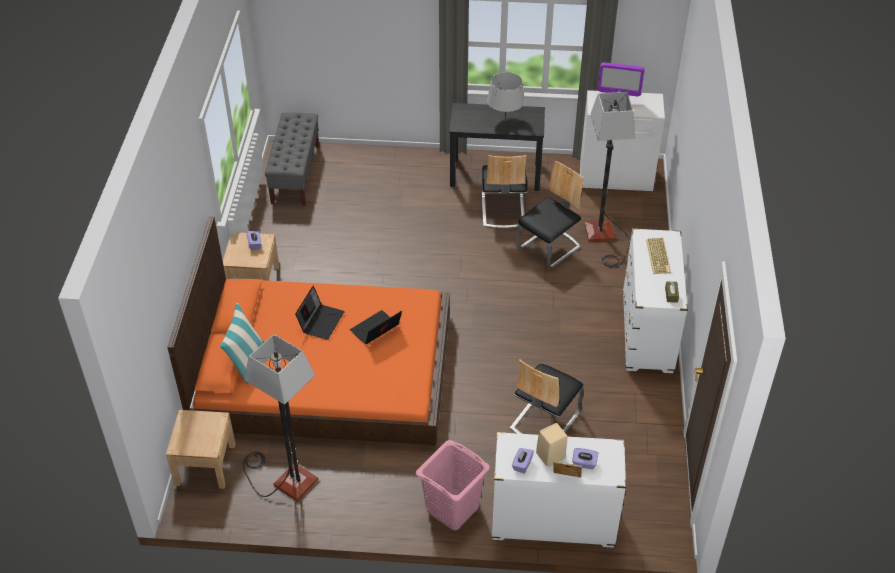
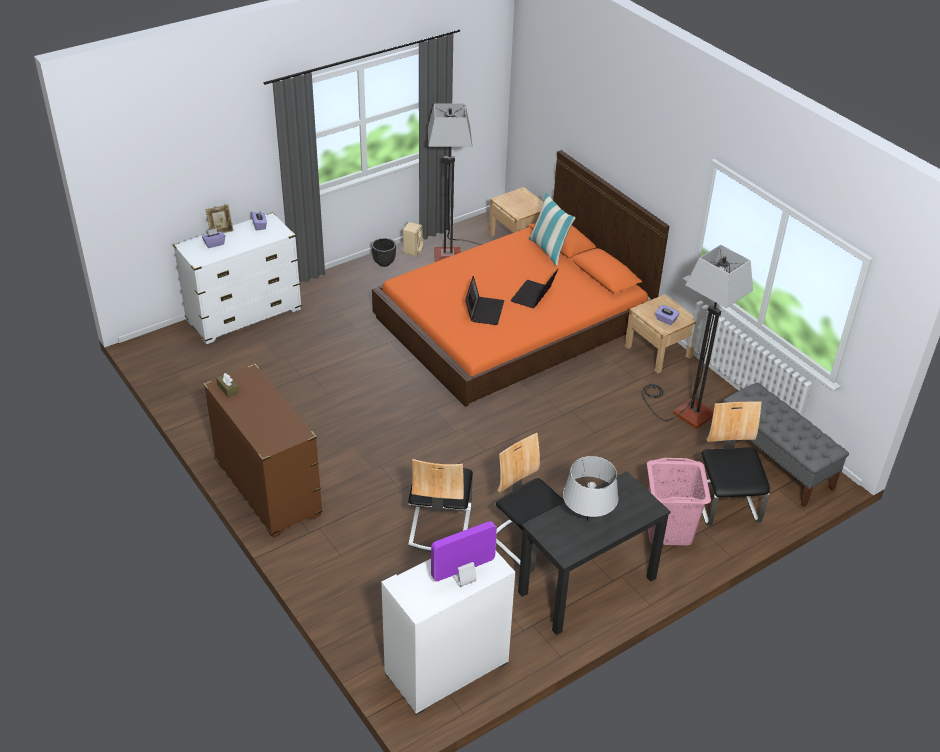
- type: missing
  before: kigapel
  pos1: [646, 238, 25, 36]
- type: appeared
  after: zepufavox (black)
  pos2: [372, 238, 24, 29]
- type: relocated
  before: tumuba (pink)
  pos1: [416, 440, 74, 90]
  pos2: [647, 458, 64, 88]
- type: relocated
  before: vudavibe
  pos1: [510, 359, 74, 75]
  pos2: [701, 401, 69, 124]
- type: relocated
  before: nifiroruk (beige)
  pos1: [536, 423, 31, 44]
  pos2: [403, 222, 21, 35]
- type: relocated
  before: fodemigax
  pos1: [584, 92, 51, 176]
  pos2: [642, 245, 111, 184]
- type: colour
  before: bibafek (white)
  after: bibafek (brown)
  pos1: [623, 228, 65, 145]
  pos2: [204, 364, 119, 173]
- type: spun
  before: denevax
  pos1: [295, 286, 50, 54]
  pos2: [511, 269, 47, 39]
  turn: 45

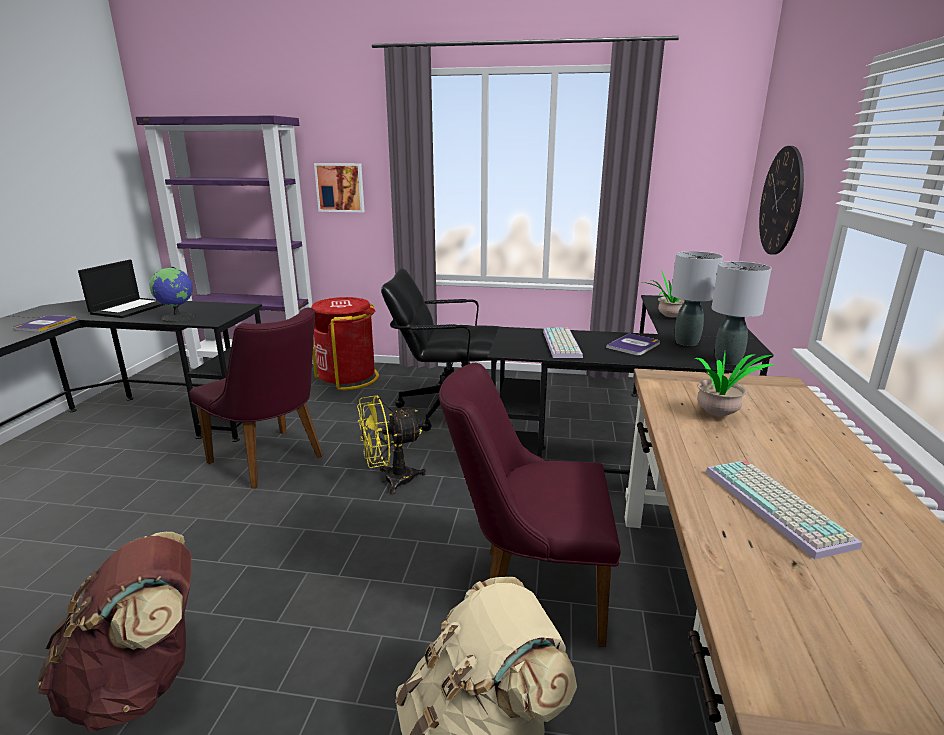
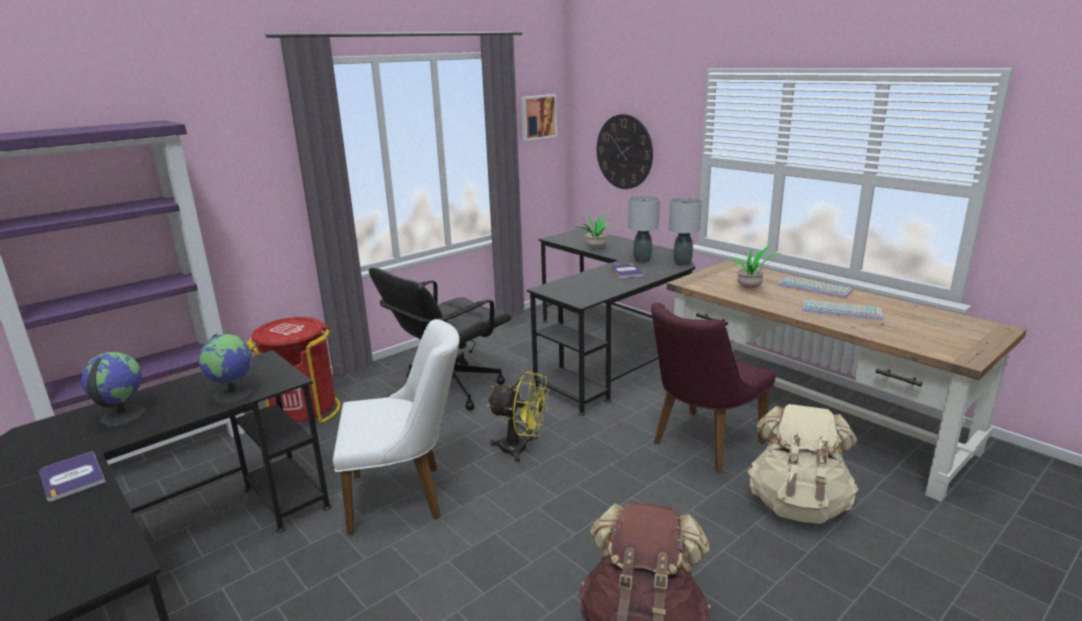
- type: relocated
  before: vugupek
  pos1: [314, 163, 51, 49]
  pos2: [521, 94, 36, 47]
- type: relocated
  before: kigapel
  pos1: [543, 328, 40, 30]
  pos2: [777, 276, 75, 22]
- type: exchanged
  before: denevax
  after: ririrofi
  pos1: [78, 260, 86, 58]
  pos2: [81, 352, 65, 75]
- type: colour
  before: vudavibe (purple)
  after: vudavibe (white)
  pos1: [189, 308, 134, 180]
  pos2: [333, 319, 126, 216]
- type: spun
  before: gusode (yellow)
  pos1: [357, 395, 69, 99]
  pos2: [487, 371, 62, 91]
  turn: -90

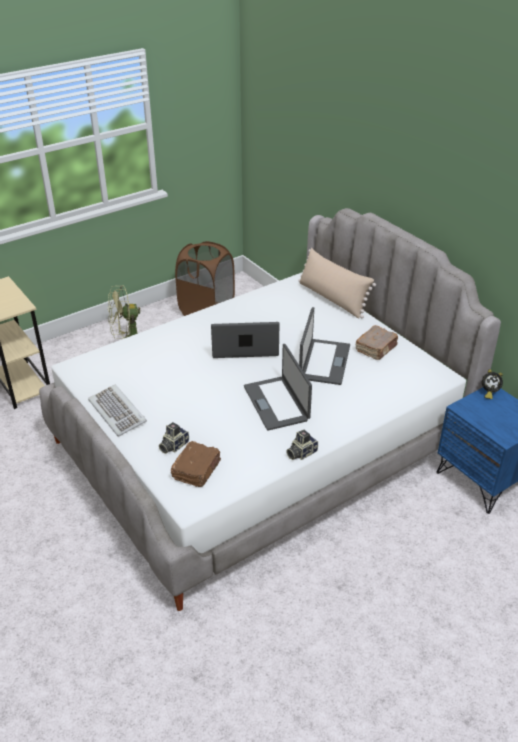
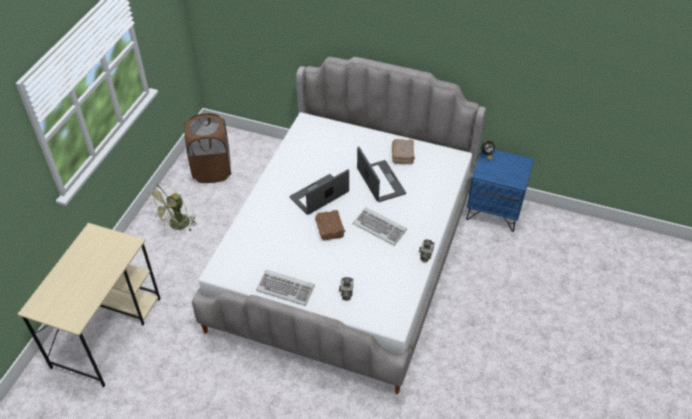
- type: missing
  before: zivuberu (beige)
  pos1: [298, 248, 78, 70]
- type: relocated
  before: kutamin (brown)
  pos1: [171, 441, 50, 46]
  pos2: [315, 210, 30, 31]
- type: exchanged
  before: denevax
  after: kigapel
  pos1: [244, 344, 68, 87]
  pos2: [353, 207, 54, 39]

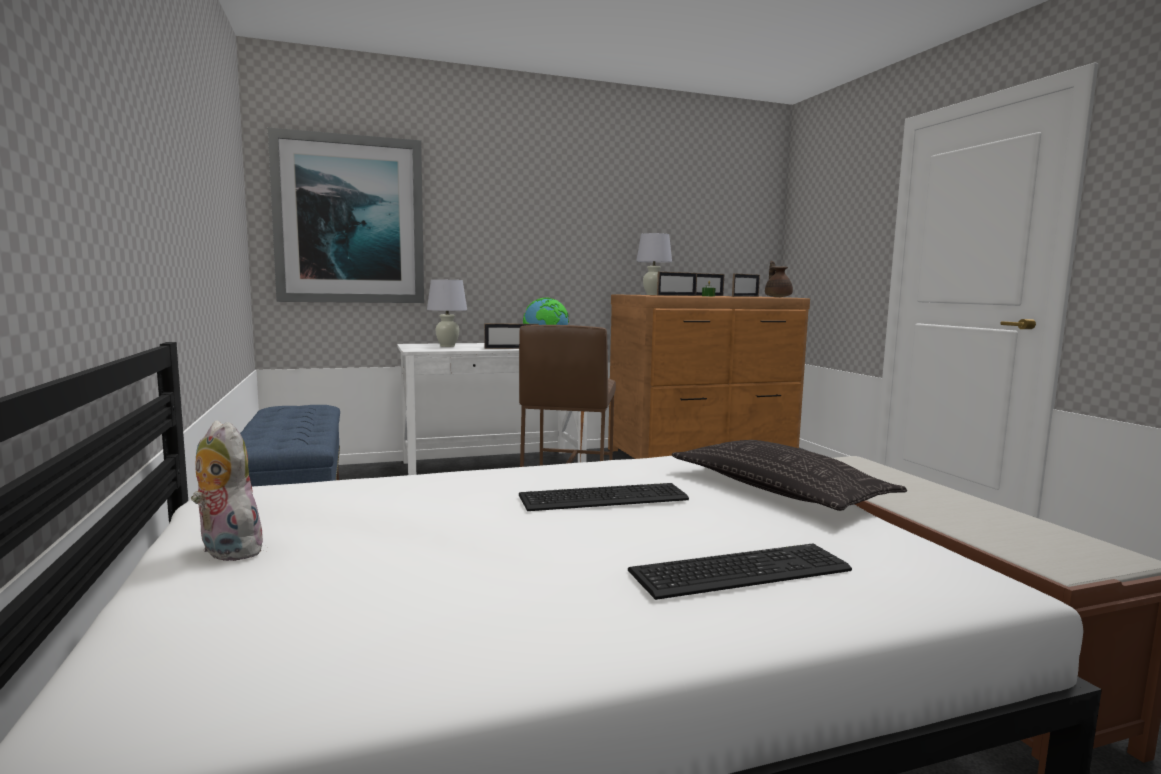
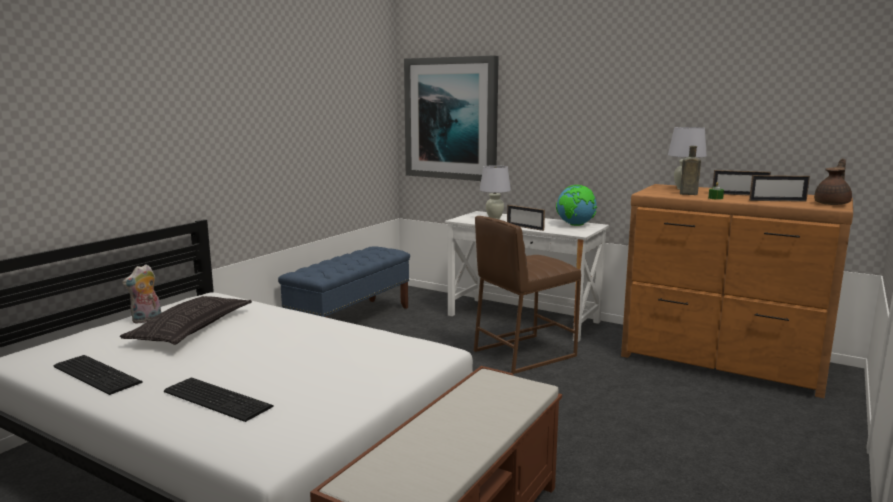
- type: relocated
  before: kigapel
  pos1: [519, 483, 170, 28]
  pos2: [54, 355, 89, 40]
- type: relocated
  before: zivuberu
  pos1: [672, 440, 235, 71]
  pos2: [119, 296, 133, 49]
- type: exchanged
  before: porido
  after: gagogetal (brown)
  pos1: [657, 272, 40, 24]
  pos2: [680, 146, 21, 49]
- type: spun
  before: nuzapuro
  pos1: [191, 420, 72, 141]
  pos2: [123, 264, 38, 60]
  turn: -135

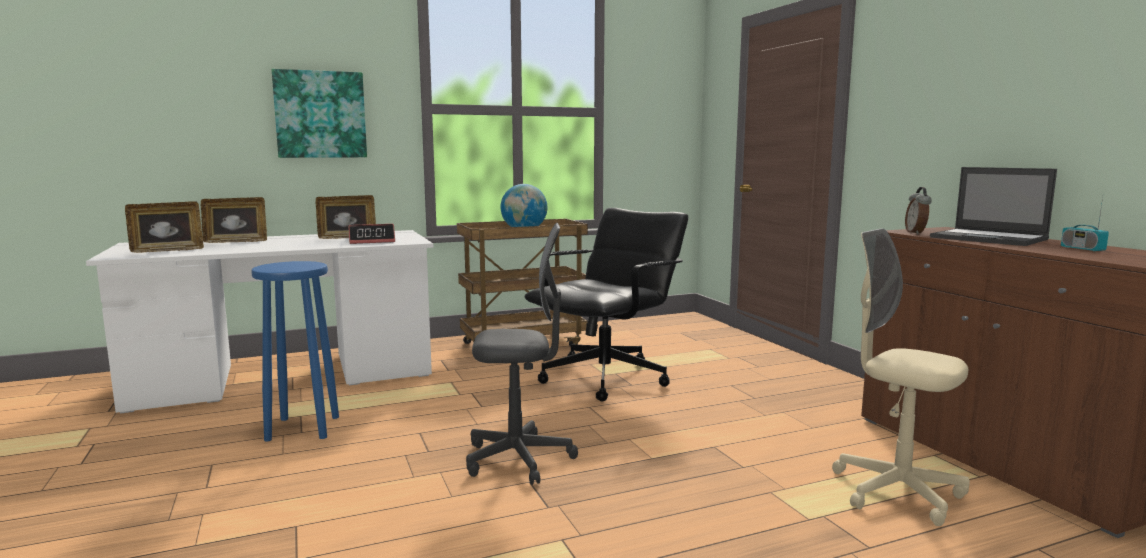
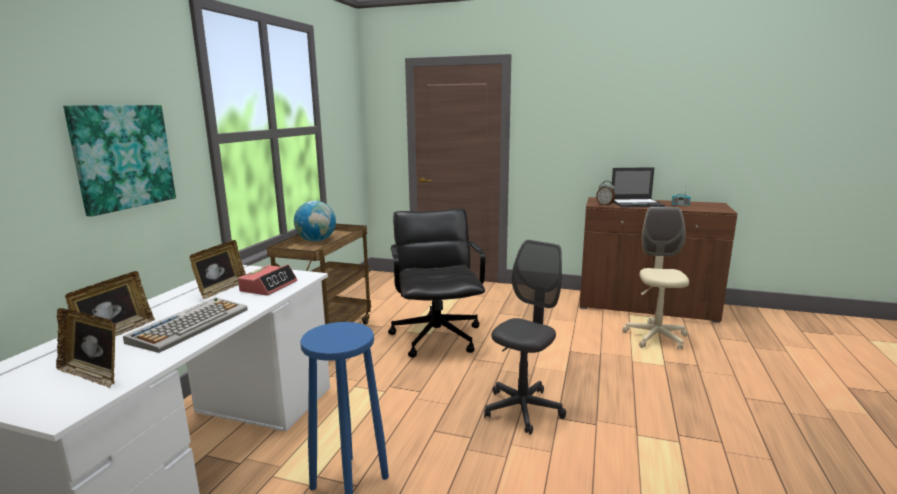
- type: appeared
  after: kigapel
  pos2: [123, 297, 125, 56]
- type: spun
  before: porido
  pos1: [125, 201, 79, 52]
  pos2: [56, 308, 60, 80]
  turn: 105
- type: spun
  before: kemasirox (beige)
  pos1: [832, 228, 138, 298]
  pos2: [622, 206, 67, 144]
  turn: 105

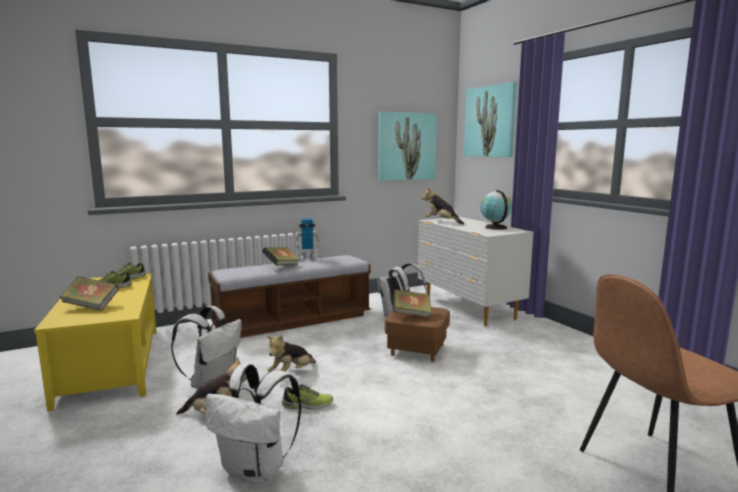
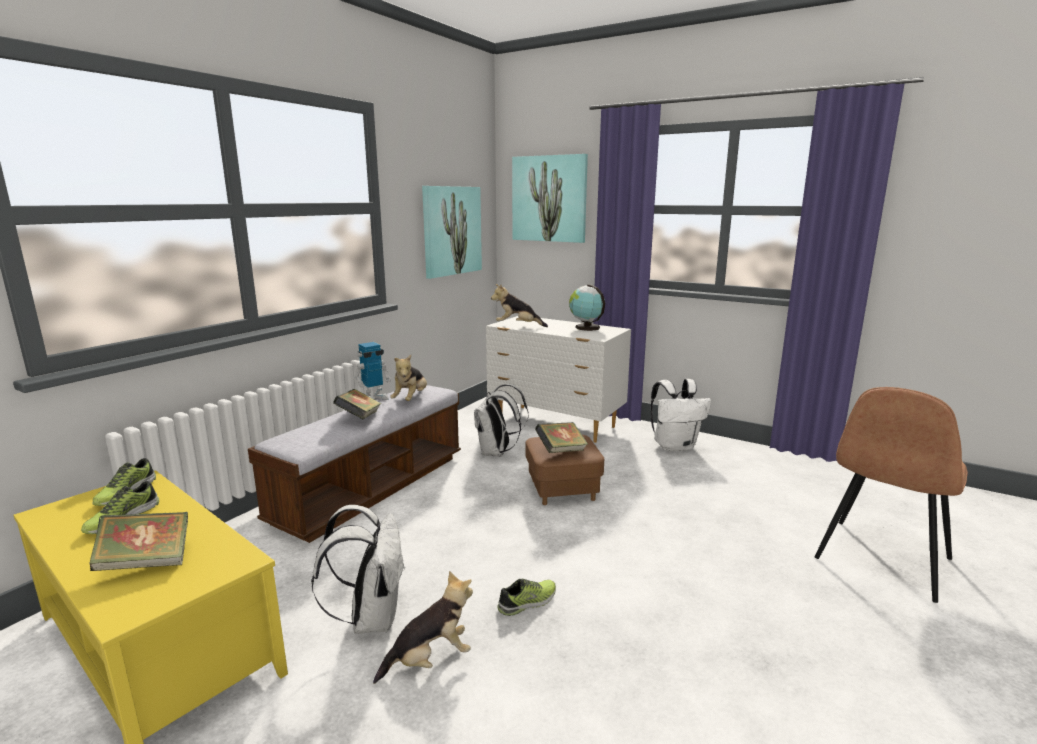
- type: relocated
  before: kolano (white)
  pos1: [205, 364, 96, 120]
  pos2: [651, 379, 60, 73]
- type: relocated
  before: nuzapuro
  pos1: [267, 335, 49, 36]
  pos2: [390, 355, 37, 46]

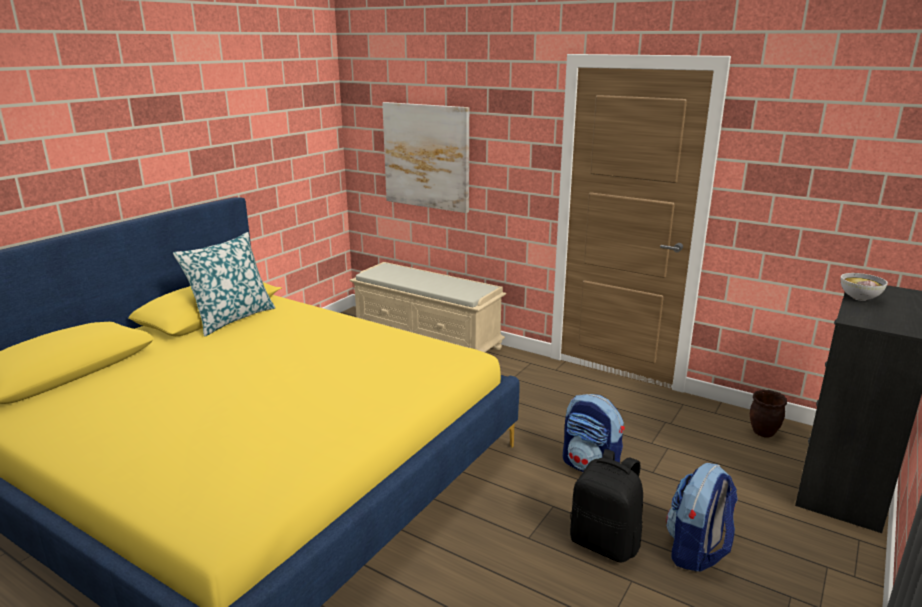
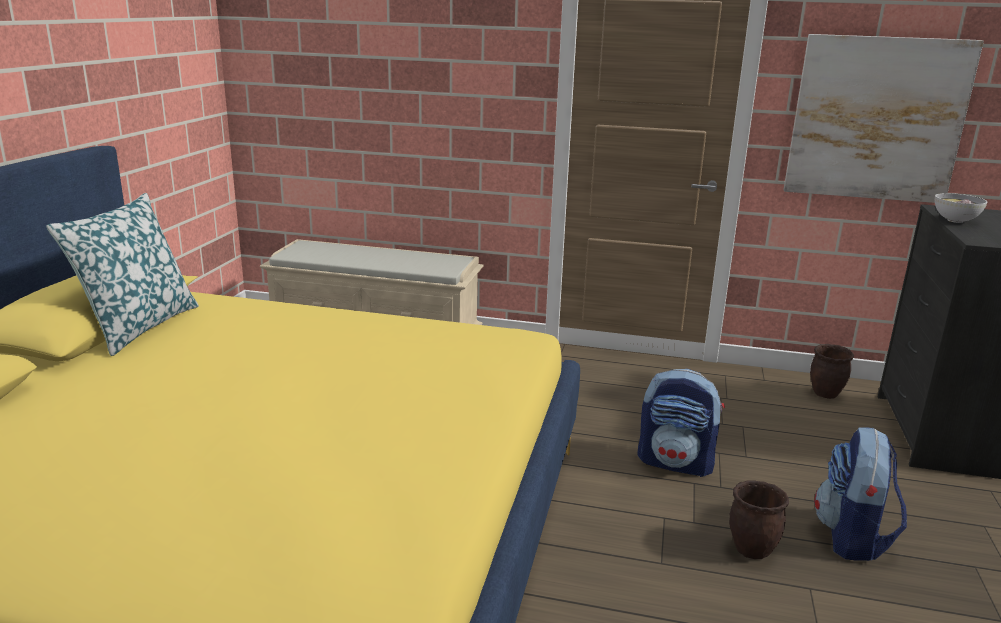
- type: relocated
  before: vugupek
  pos1: [382, 102, 87, 111]
  pos2: [783, 34, 201, 169]
- type: exchanged
  before: kolano (black)
  after: zepufavox (brown)
  pos1: [570, 449, 73, 114]
  pos2: [729, 480, 60, 79]

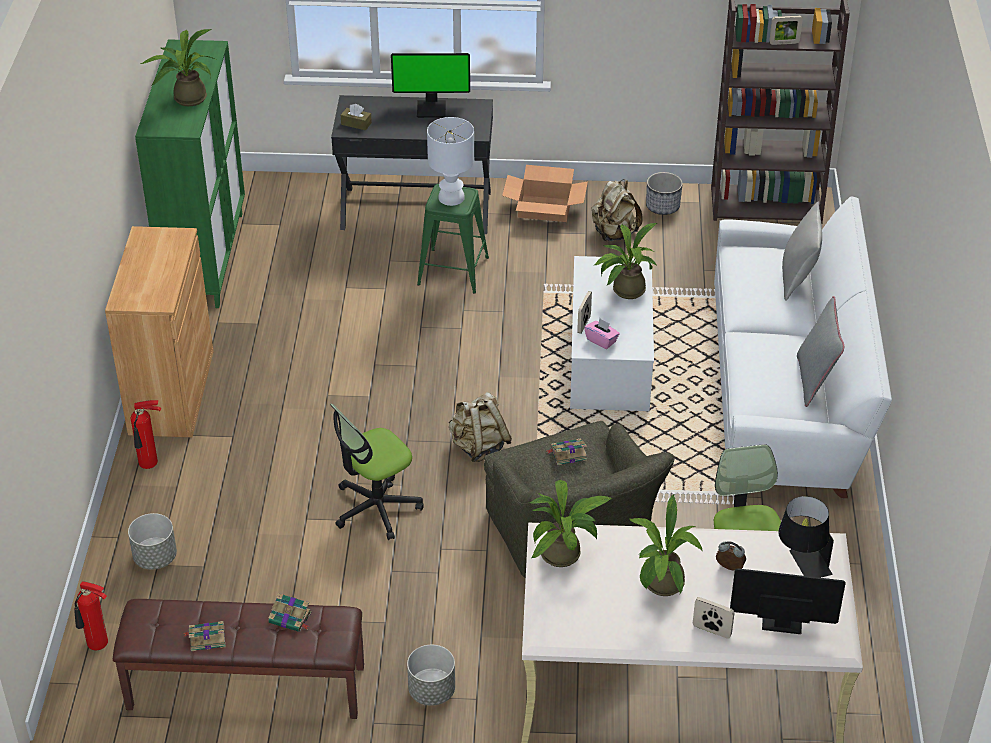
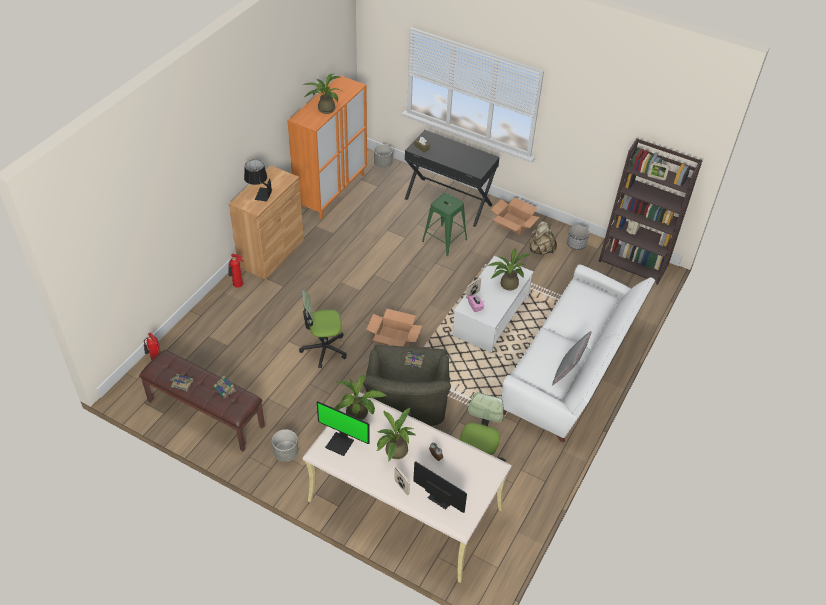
- type: missing
  before: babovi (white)
  pos1: [427, 117, 47, 89]
- type: missing
  before: zivuberu (grey)
  pos1: [782, 201, 40, 100]
- type: relocated
  before: zepufavox (grey)
  pos1: [128, 513, 49, 56]
  pos2: [374, 144, 19, 24]
- type: relocated
  before: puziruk
  pos1: [391, 53, 79, 65]
  pos2: [317, 402, 53, 54]
- type: relocated
  before: babovi (black)
  pos1: [778, 496, 56, 82]
  pos2: [244, 160, 28, 41]
- type: exchanged
  before: kolano (beige)
  after: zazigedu
  pos1: [449, 392, 63, 70]
  pos2: [366, 309, 56, 38]
- type: colour
  before: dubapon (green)
  after: dubapon (orange)
  pos1: [135, 39, 110, 269]
  pos2: [288, 75, 79, 144]

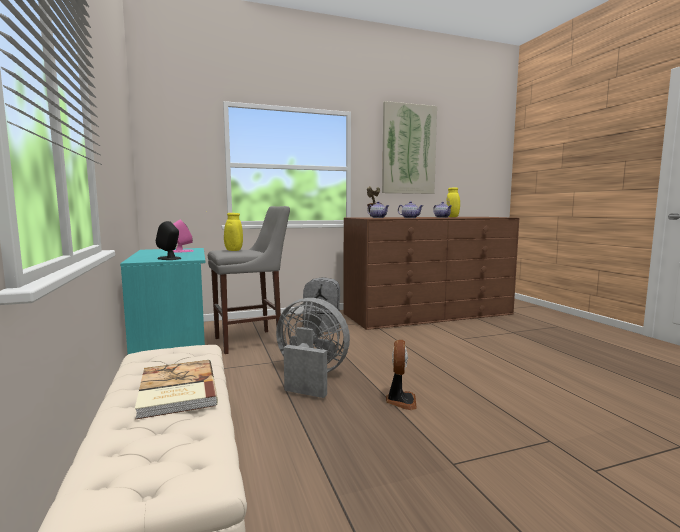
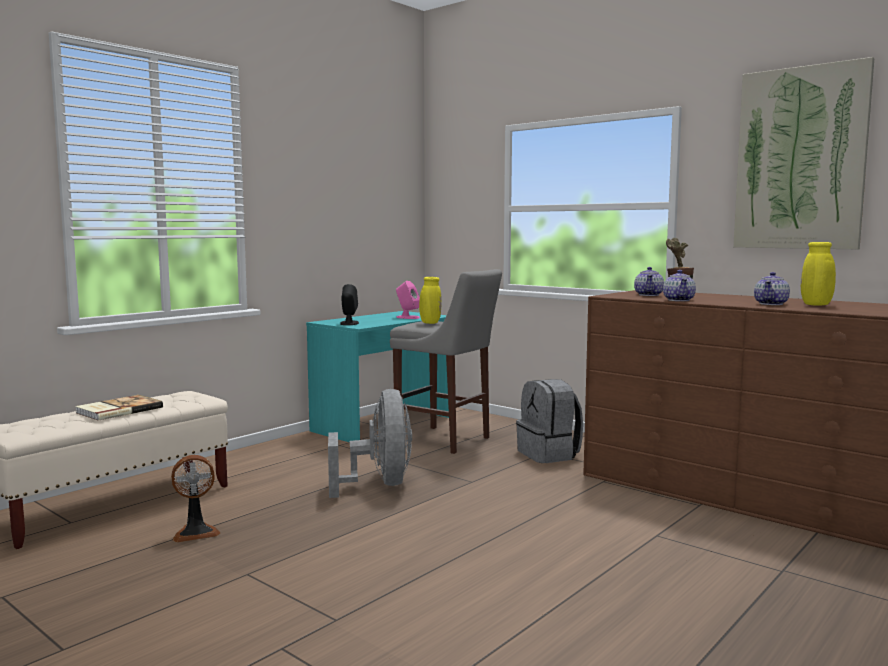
- type: relocated
  before: gusode
  pos1: [386, 340, 31, 70]
  pos2: [171, 455, 50, 87]

